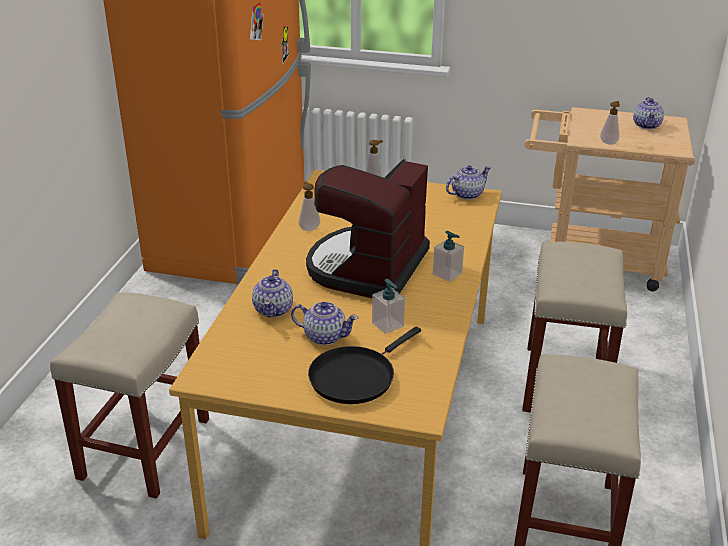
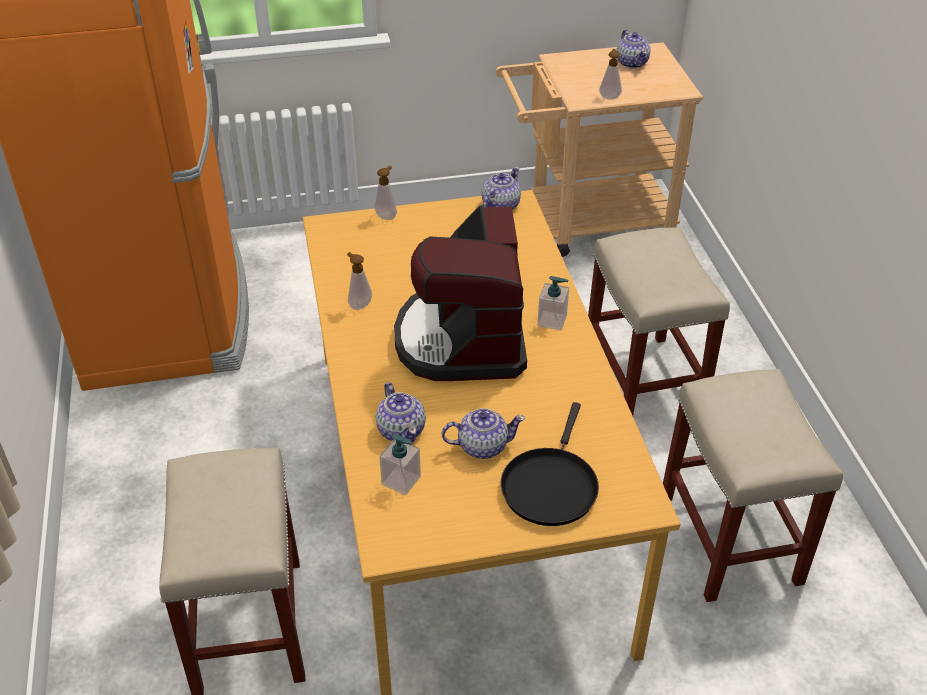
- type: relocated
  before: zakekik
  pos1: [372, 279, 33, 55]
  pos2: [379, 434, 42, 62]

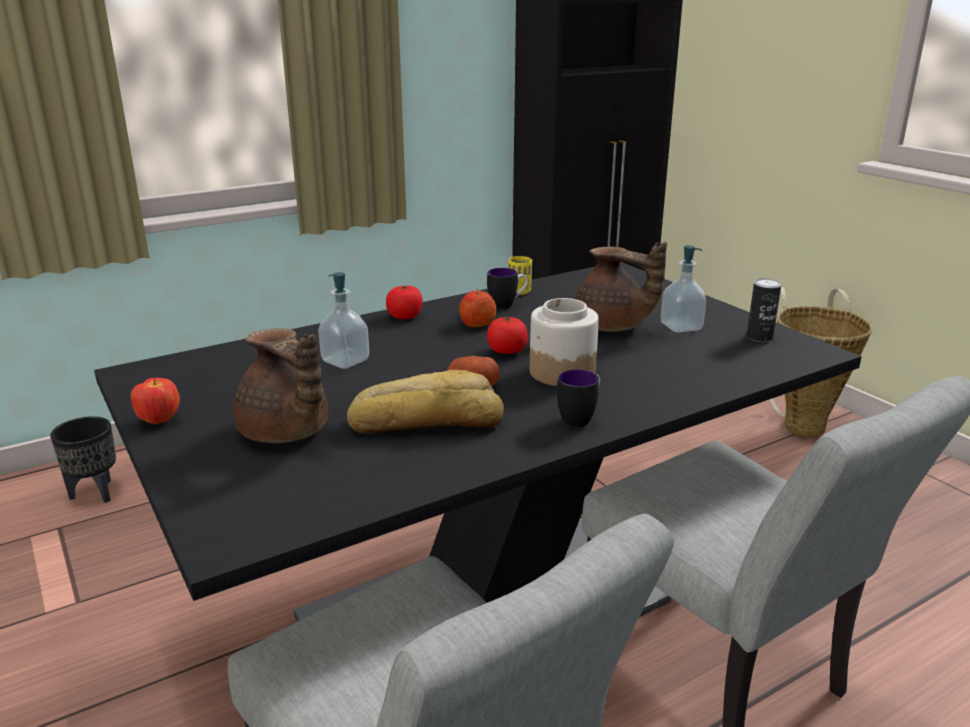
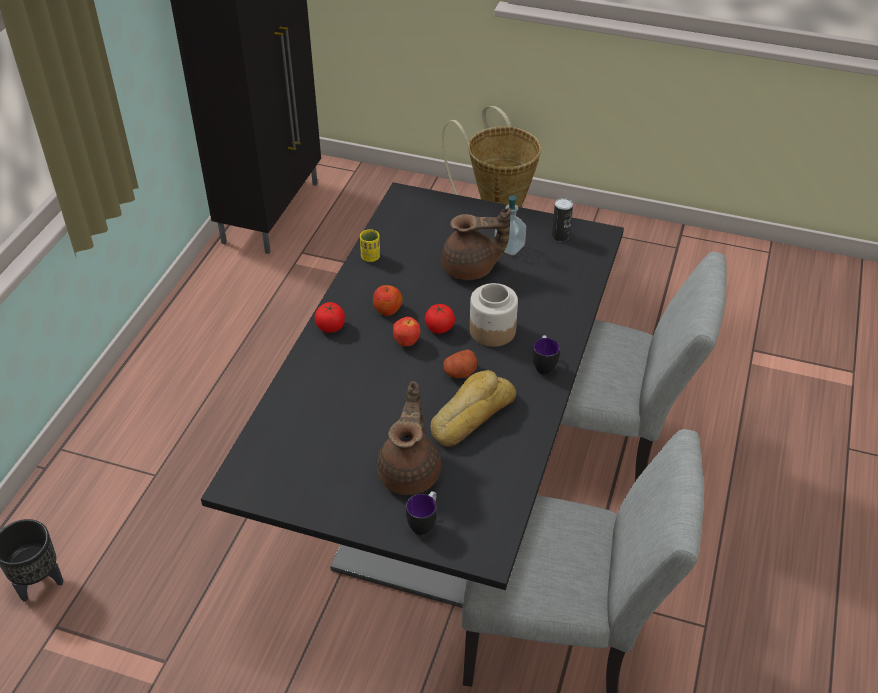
- type: missing
  before: zakekik
  pos1: [318, 272, 51, 97]
- type: relocated
  before: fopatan
  pos1: [131, 378, 49, 46]
  pos2: [393, 317, 28, 29]
- type: relocated
  before: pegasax
  pos1: [487, 268, 41, 41]
  pos2: [406, 491, 31, 44]
- type: spun
  before: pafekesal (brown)
  pos1: [233, 328, 95, 115]
  pos2: [377, 381, 64, 114]
  turn: -90

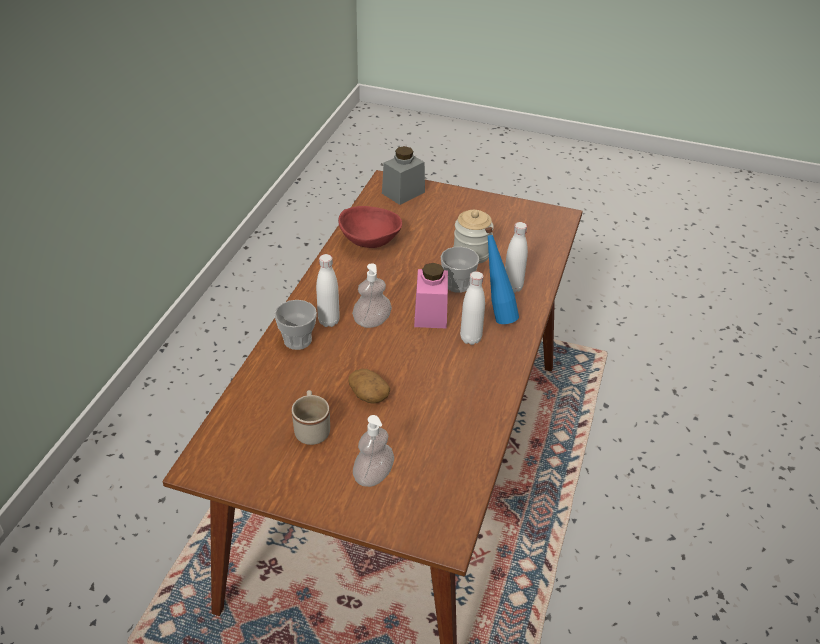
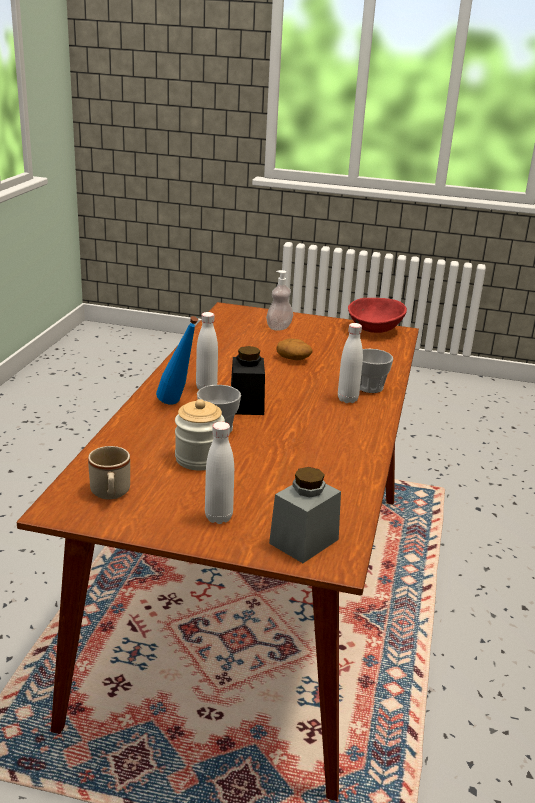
- type: missing
  before: zakekik
  pos1: [352, 263, 40, 65]
- type: relocated
  before: pegasax (beige)
  pos1: [292, 390, 38, 55]
  pos2: [88, 446, 42, 53]
- type: relocated
  before: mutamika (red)
  pos1: [338, 206, 64, 42]
  pos2: [348, 298, 59, 35]
- type: relocated
  before: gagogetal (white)
  pos1: [505, 222, 23, 71]
  pos2: [205, 422, 29, 102]
- type: colour
  before: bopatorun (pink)
  after: bopatorun (black)
  pos1: [414, 263, 34, 66]
  pos2: [231, 346, 34, 69]

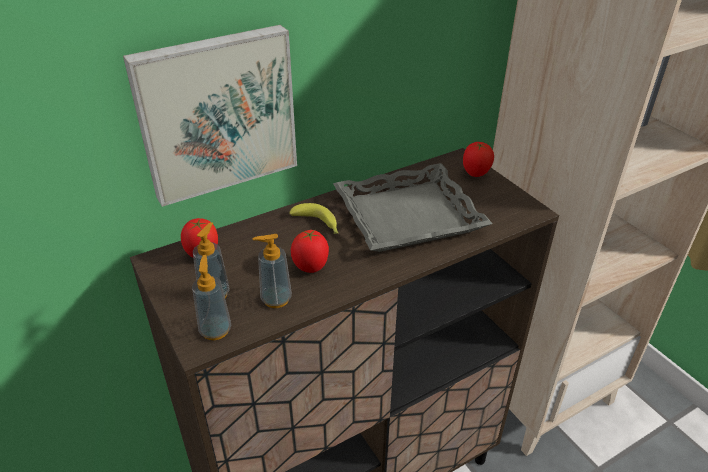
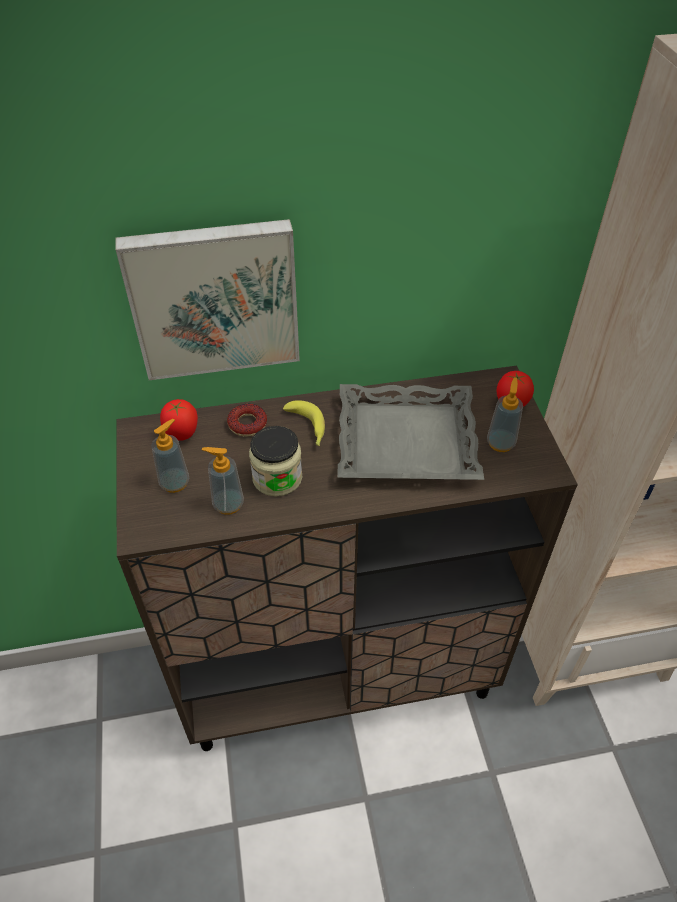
- type: appeared
  after: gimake
  pos2: [227, 404, 40, 33]
- type: relocated
  before: zakekik
  pos1: [192, 255, 39, 85]
  pos2: [487, 377, 36, 75]
- type: exchanged
  before: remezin
  after: bopatorun
  pos1: [291, 230, 38, 43]
  pos2: [249, 426, 53, 71]

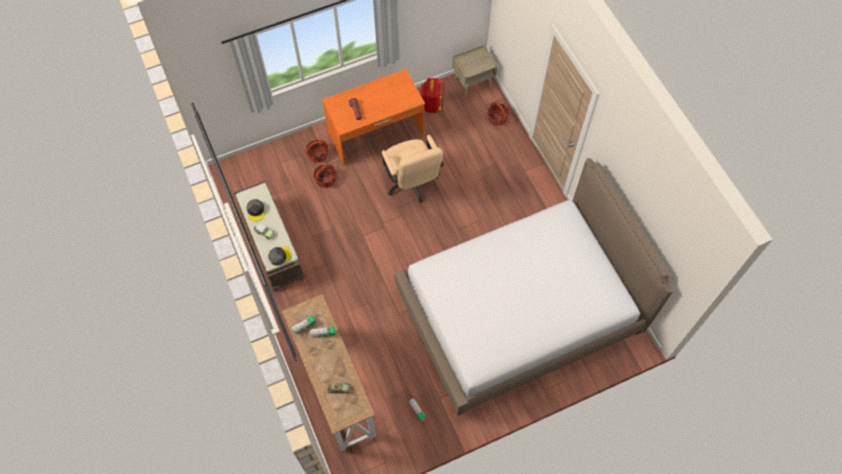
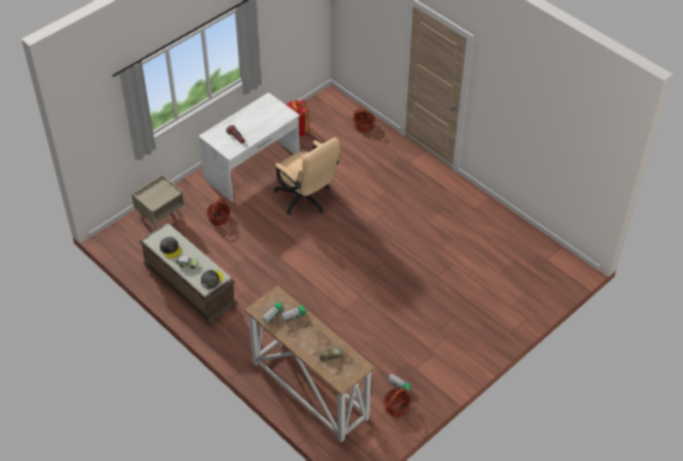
- type: missing
  before: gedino
  pos1: [394, 158, 280, 257]
- type: relocated
  before: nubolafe
  pos1: [306, 139, 22, 24]
  pos2: [384, 388, 27, 29]
- type: relocated
  before: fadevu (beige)
  pos1: [452, 44, 45, 53]
  pos2: [132, 175, 52, 55]
- type: colour
  before: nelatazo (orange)
  after: nelatazo (white)
  pos1: [322, 69, 103, 97]
  pos2: [198, 92, 102, 110]

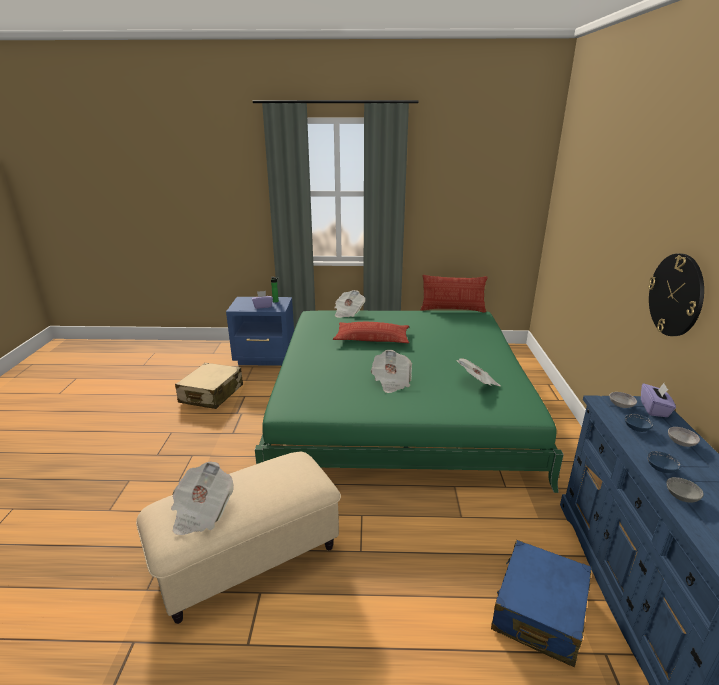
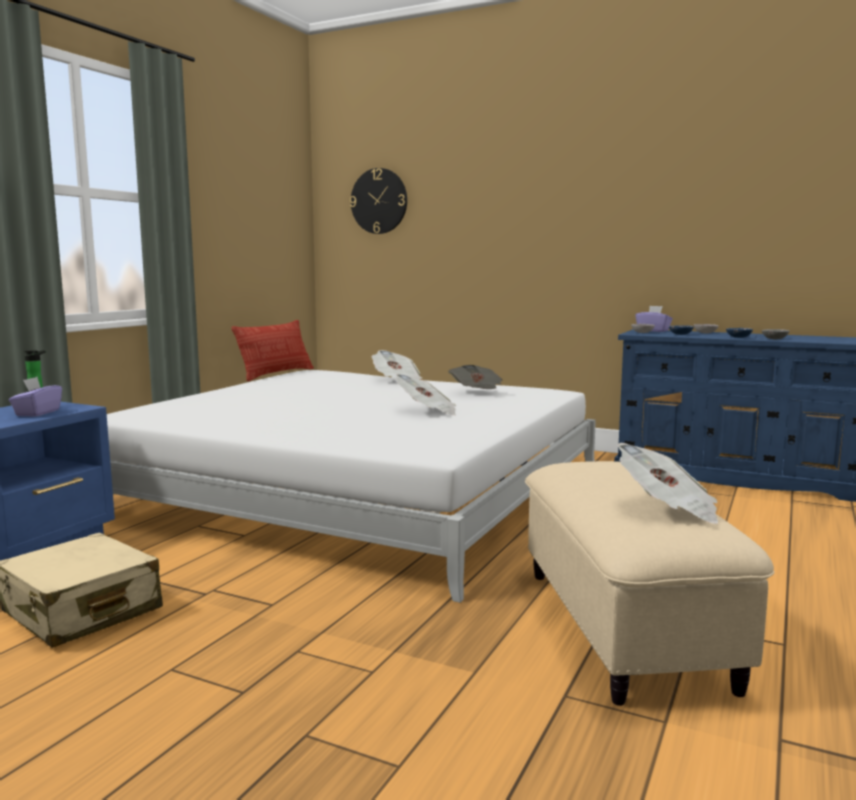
- type: missing
  before: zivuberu
  pos1: [333, 322, 76, 21]
- type: missing
  before: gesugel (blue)
  pos1: [491, 540, 100, 127]
- type: relocated
  before: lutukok
  pos1: [334, 290, 31, 28]
  pos2: [372, 350, 50, 31]
- type: relocated
  before: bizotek
  pos1: [648, 254, 56, 82]
  pos2: [350, 168, 57, 66]
- type: colour
  before: gedino (green)
  after: gedino (white)
  pos1: [255, 310, 309, 183]
  pos2: [107, 370, 489, 233]

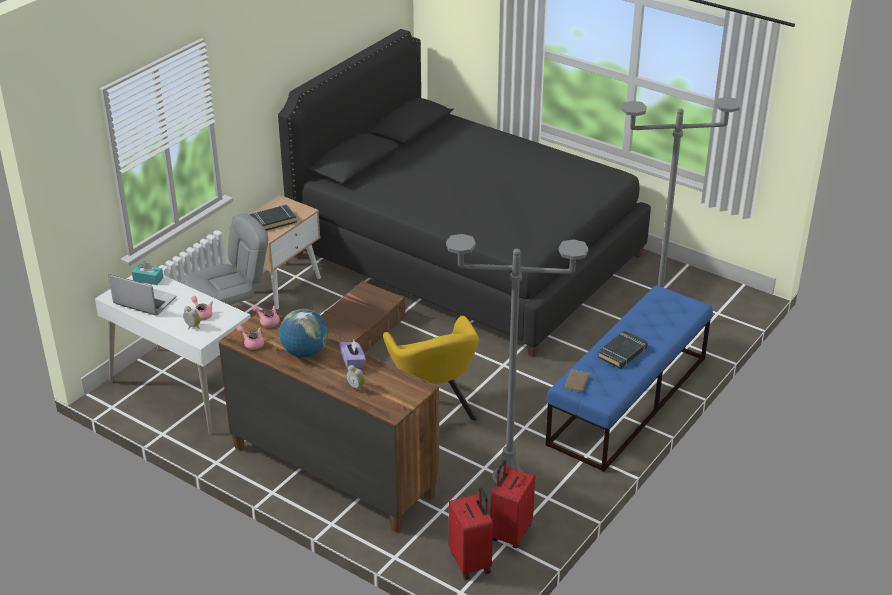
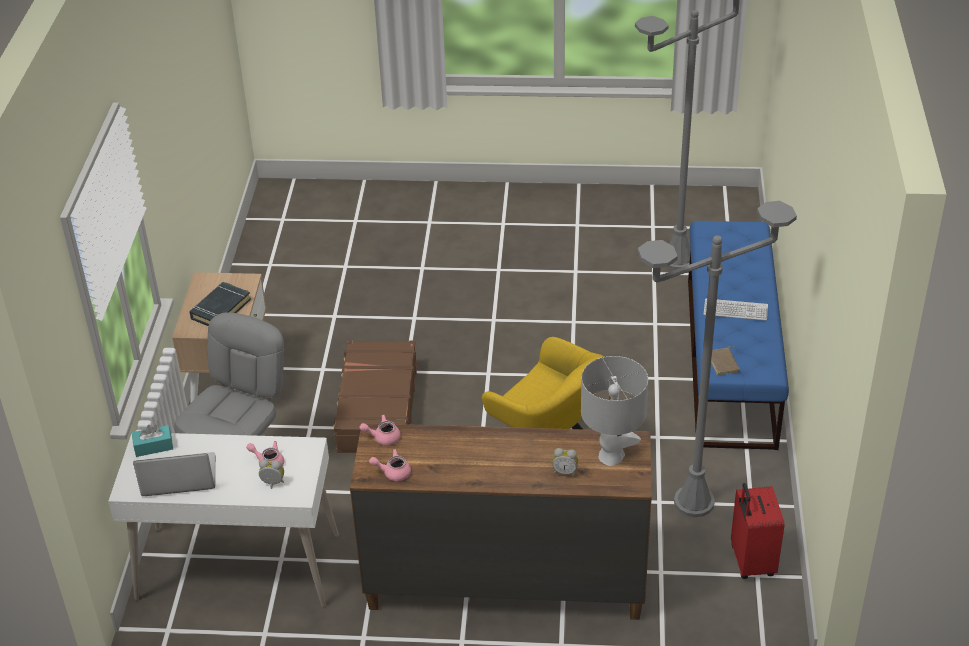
- type: missing
  before: gedino (black)
  pos1: [278, 29, 373, 328]
- type: missing
  before: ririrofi
  pos1: [279, 309, 49, 49]
- type: missing
  before: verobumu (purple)
  pos1: [339, 340, 27, 29]
- type: missing
  before: gesugel (red)
  pos1: [449, 487, 44, 93]
- type: appeared
  after: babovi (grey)
  pos2: [581, 356, 67, 110]
- type: exchanged
  before: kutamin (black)
  after: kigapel
  pos1: [598, 330, 50, 39]
  pos2: [704, 298, 64, 23]

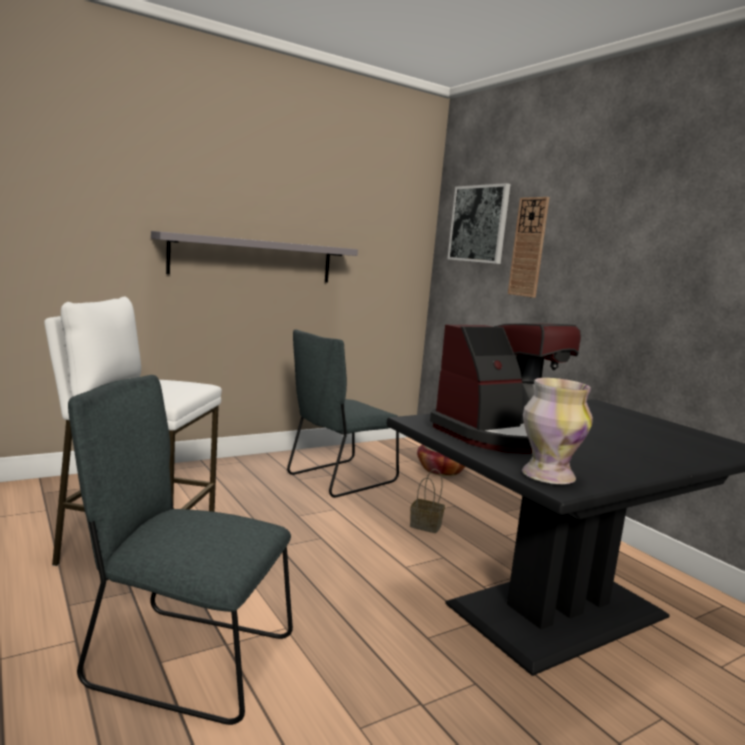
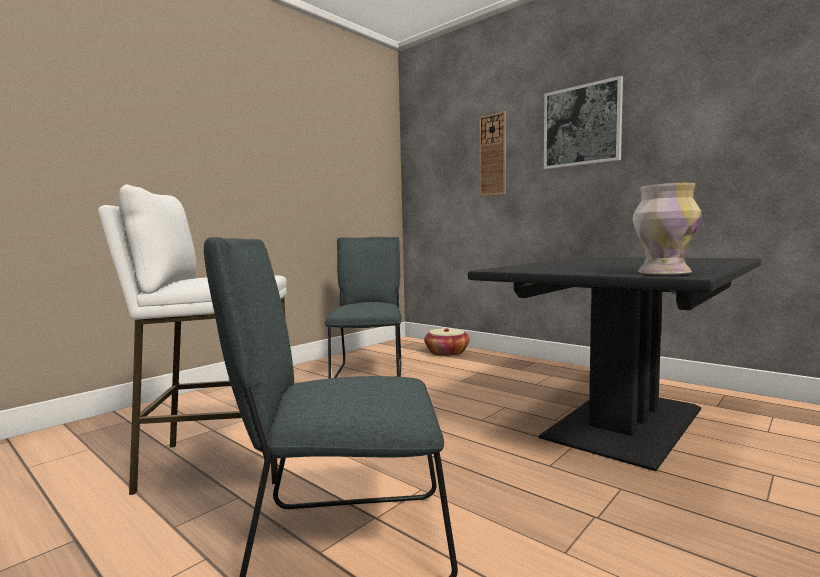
- type: missing
  before: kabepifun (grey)
  pos1: [151, 231, 207, 52]
- type: missing
  before: nubolafe
  pos1: [410, 469, 35, 64]
- type: missing
  before: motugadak
  pos1: [430, 323, 151, 131]
- type: relocated
  before: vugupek
  pos1: [447, 183, 63, 81]
  pos2: [544, 76, 79, 93]
- type: spun
  before: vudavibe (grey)
  pos1: [287, 329, 112, 169]
  pos2: [324, 237, 78, 142]
  turn: 150

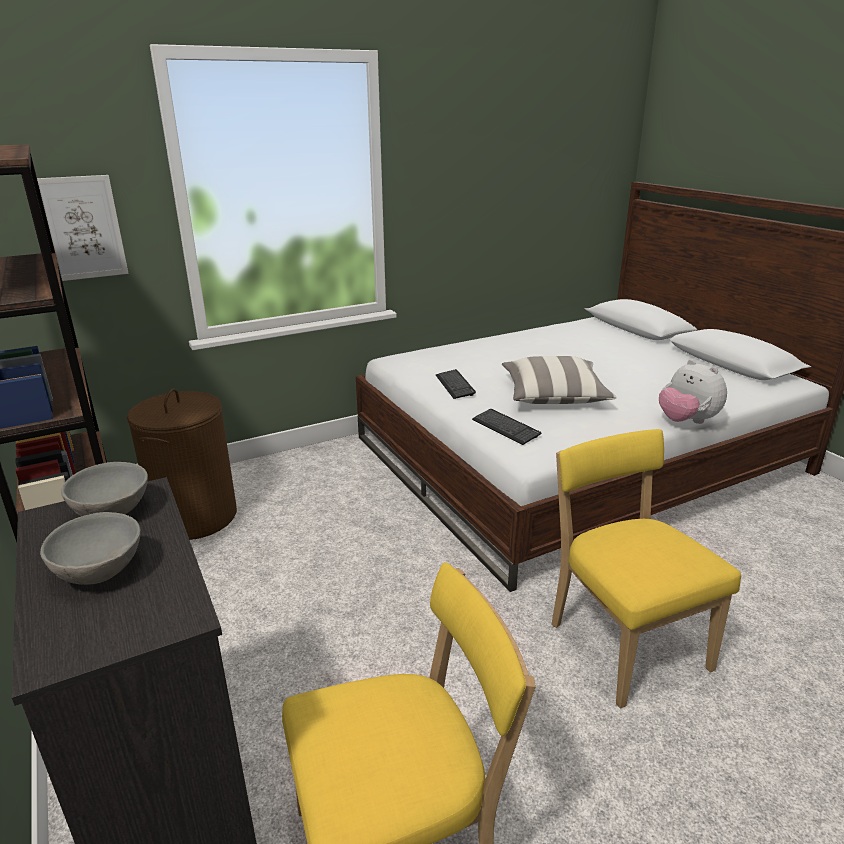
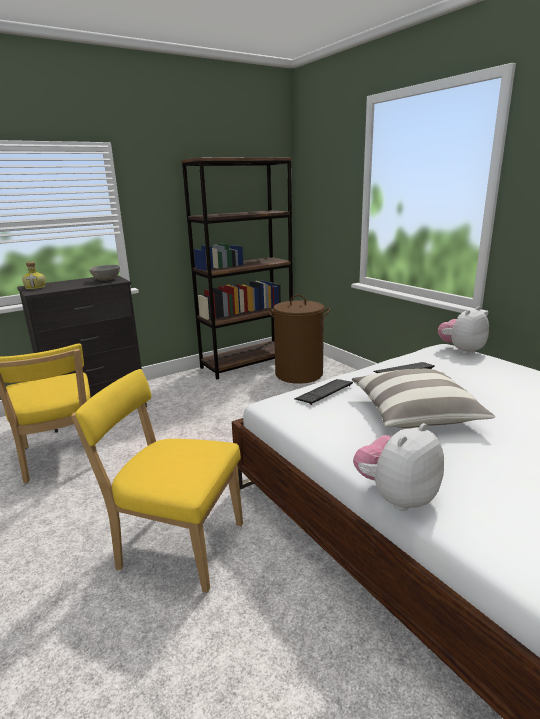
- type: missing
  before: vugupek
  pos1: [37, 175, 92, 106]
- type: missing
  before: mutamika (grey)
  pos1: [40, 512, 101, 73]
- type: appeared
  after: gagogetal
  pos2: [22, 261, 24, 28]
- type: appeared
  after: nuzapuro
  pos2: [438, 307, 51, 48]
- type: spun
  before: vudavibe (yellow)
  pos1: [551, 429, 190, 280]
  pos2: [71, 369, 172, 224]
  turn: -135

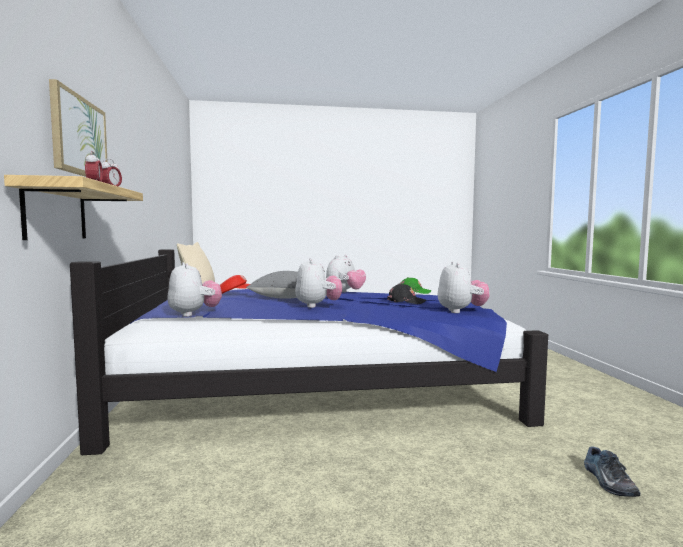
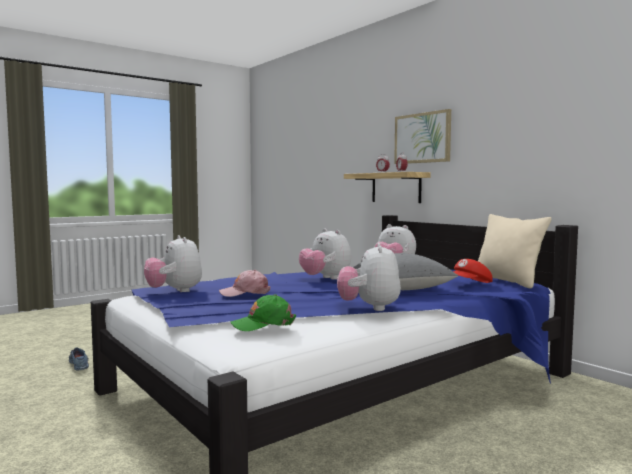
- type: colour
  before: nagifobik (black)
  after: nagifobik (pink)
  pos1: [387, 284, 39, 20]
  pos2: [219, 270, 51, 27]

